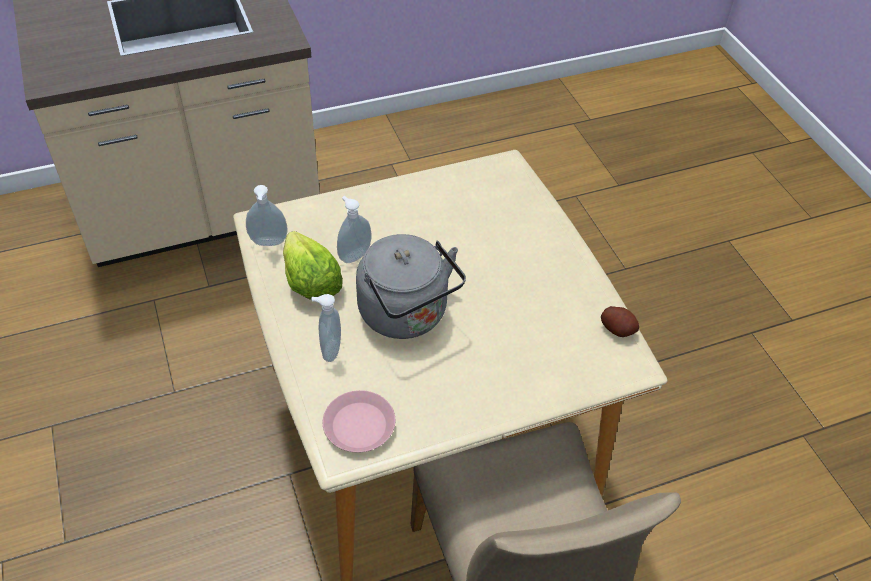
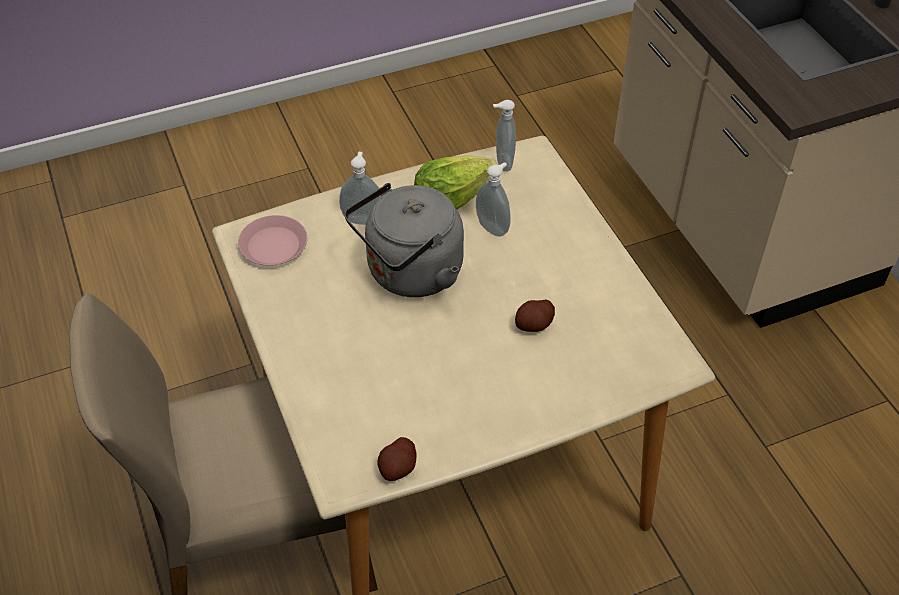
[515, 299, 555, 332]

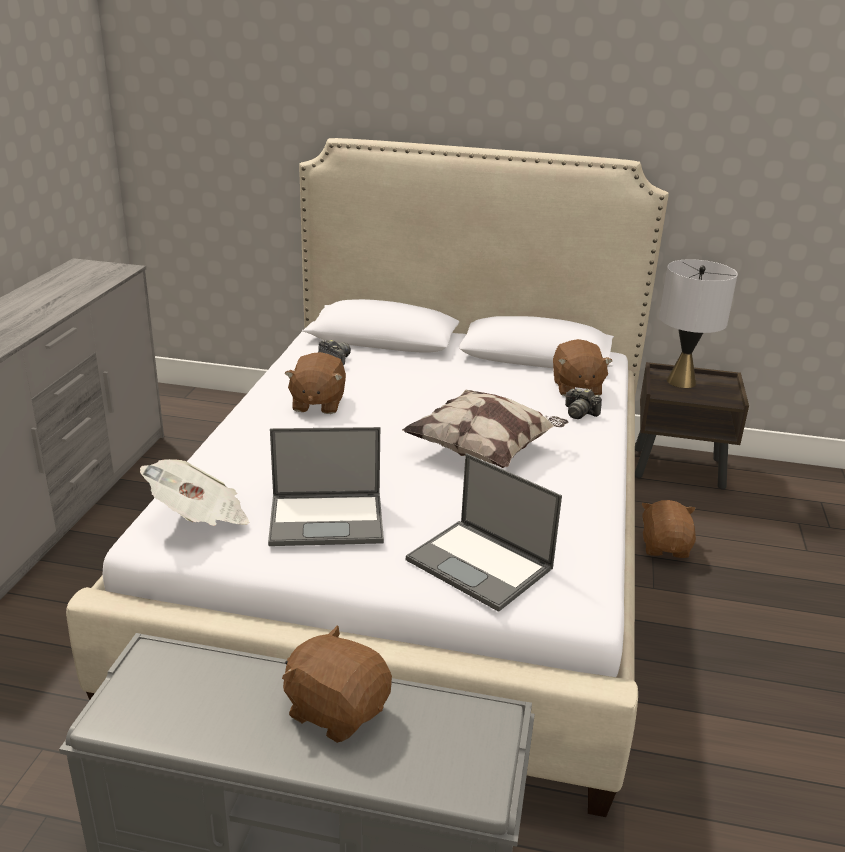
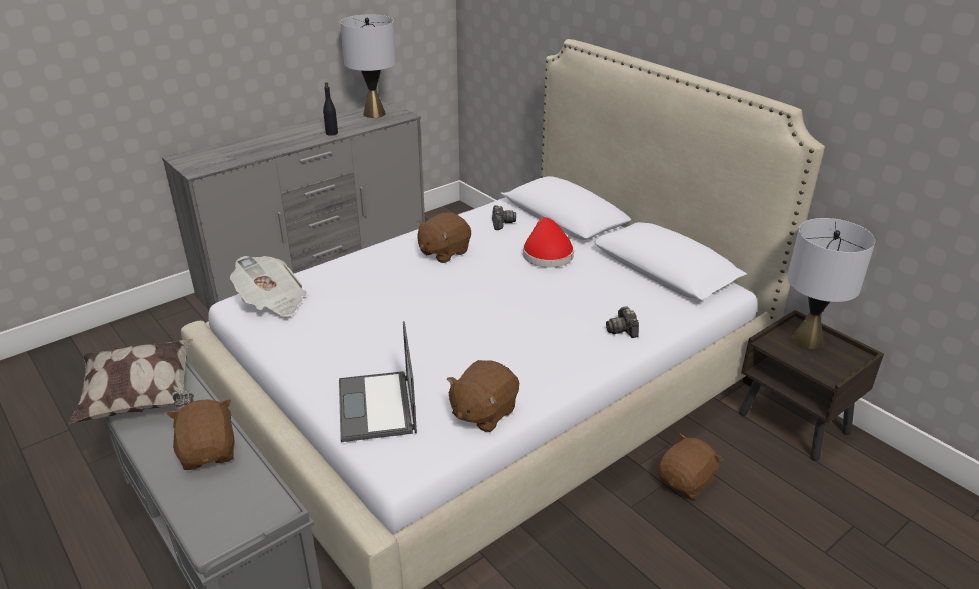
[268, 427, 384, 546] (first image)
[323, 82, 338, 136]
[340, 14, 396, 118]
[523, 217, 574, 268]
[69, 339, 194, 423]
[447, 360, 519, 432]

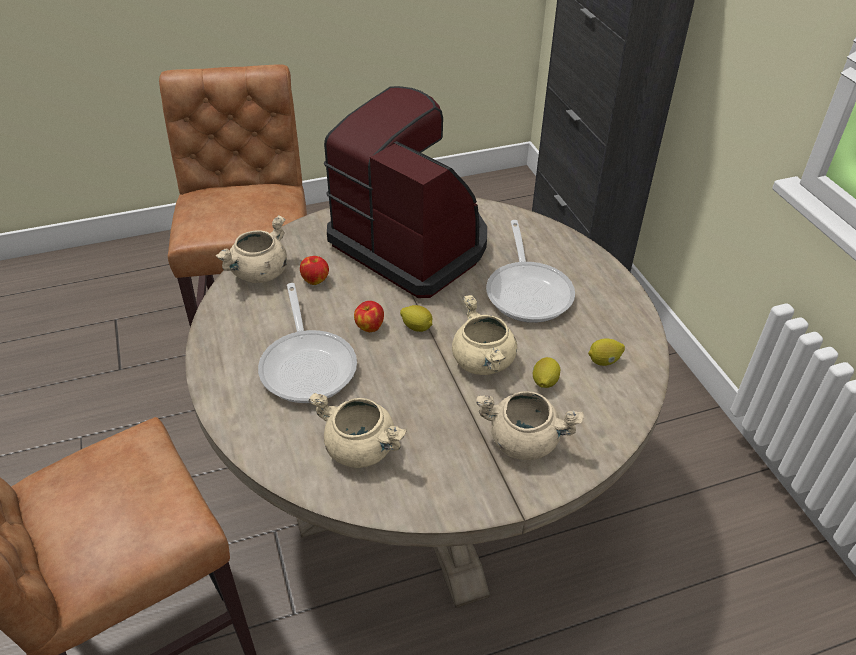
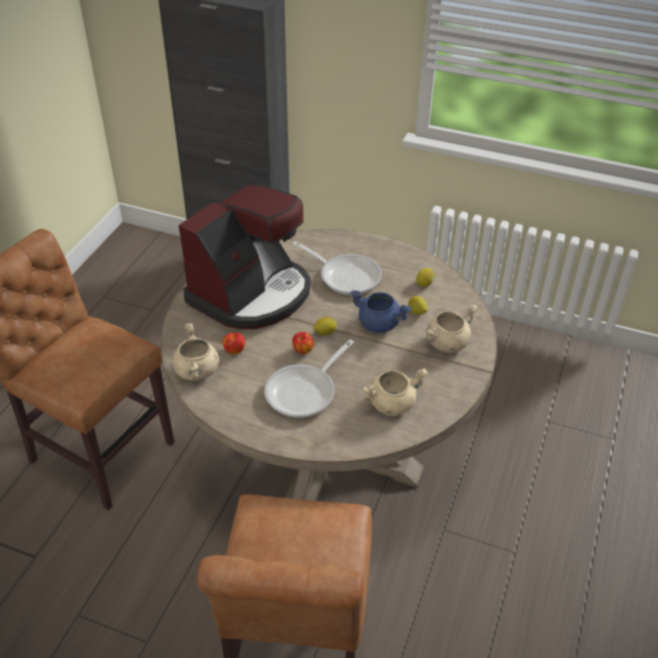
[350, 290, 411, 333]
[264, 339, 354, 418]
[179, 184, 310, 329]

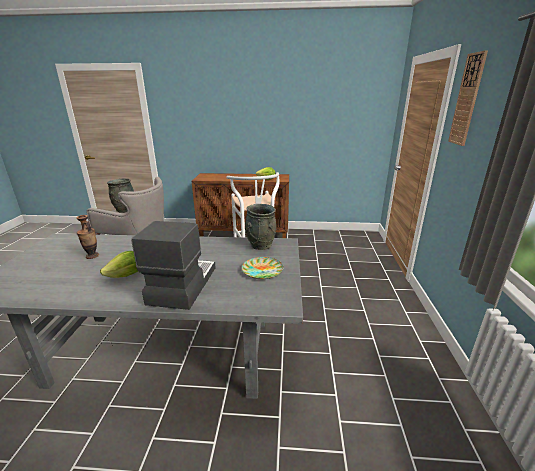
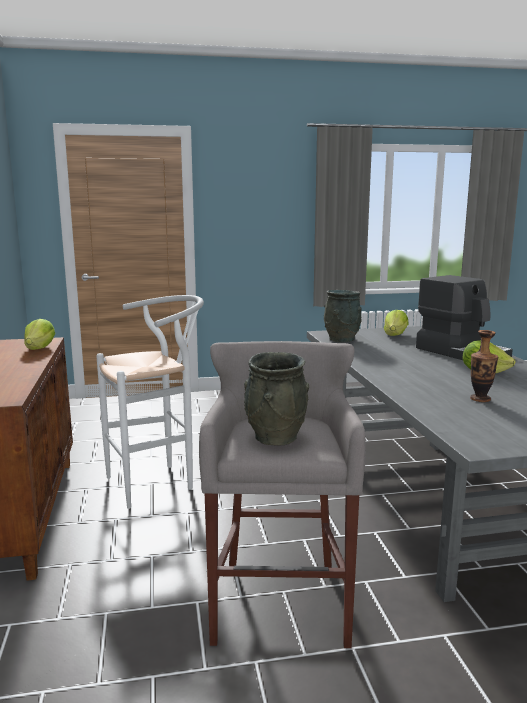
[448, 50, 488, 146] (first image)
[384, 310, 409, 336]
[416, 275, 513, 360]

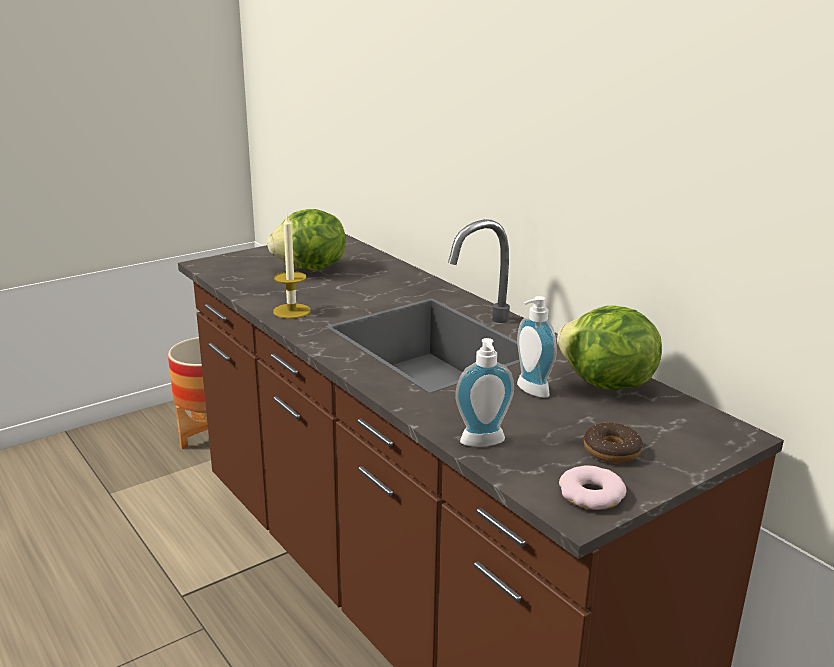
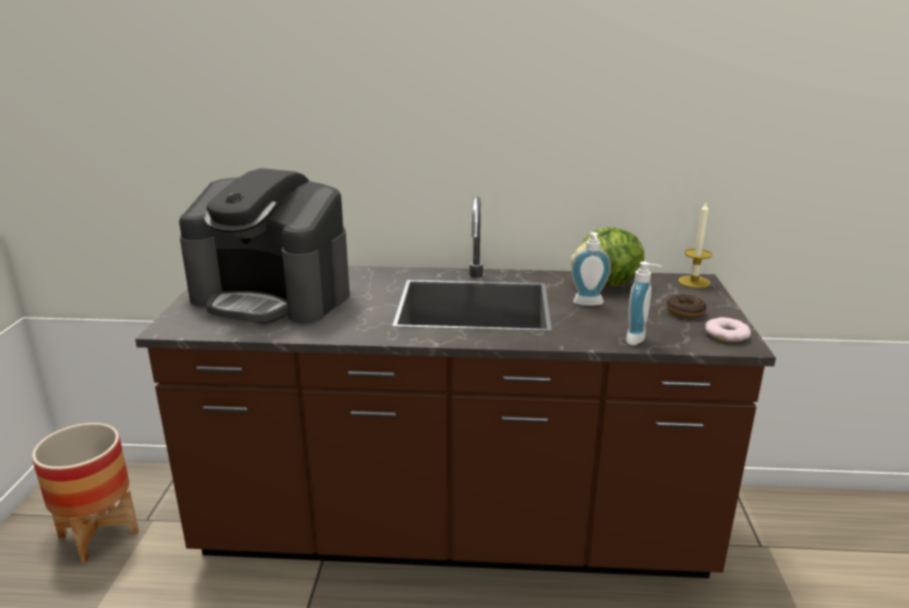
[678, 202, 713, 288]
[179, 168, 350, 324]

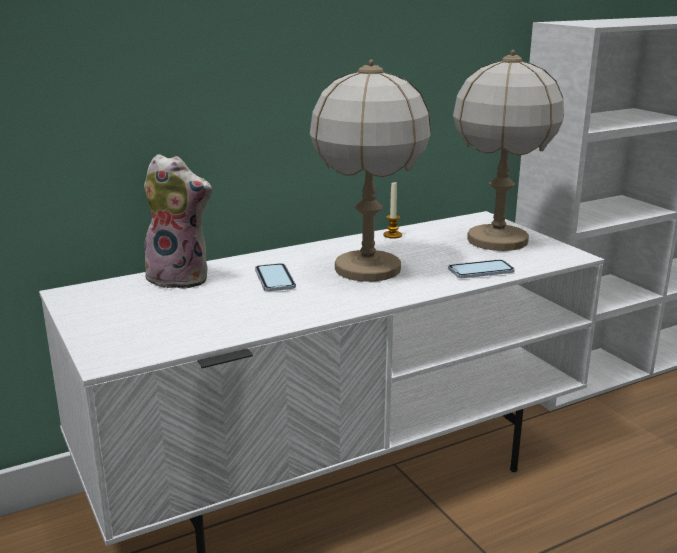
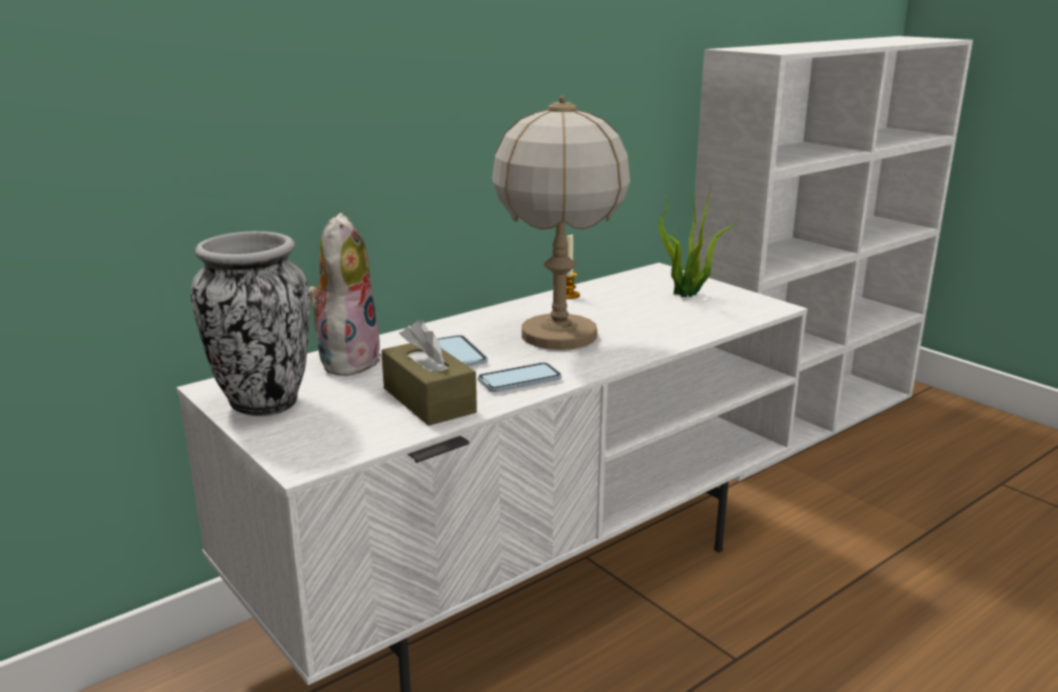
[191, 231, 309, 416]
[381, 320, 477, 426]
[478, 362, 562, 392]
[659, 182, 740, 297]
[309, 213, 381, 376]

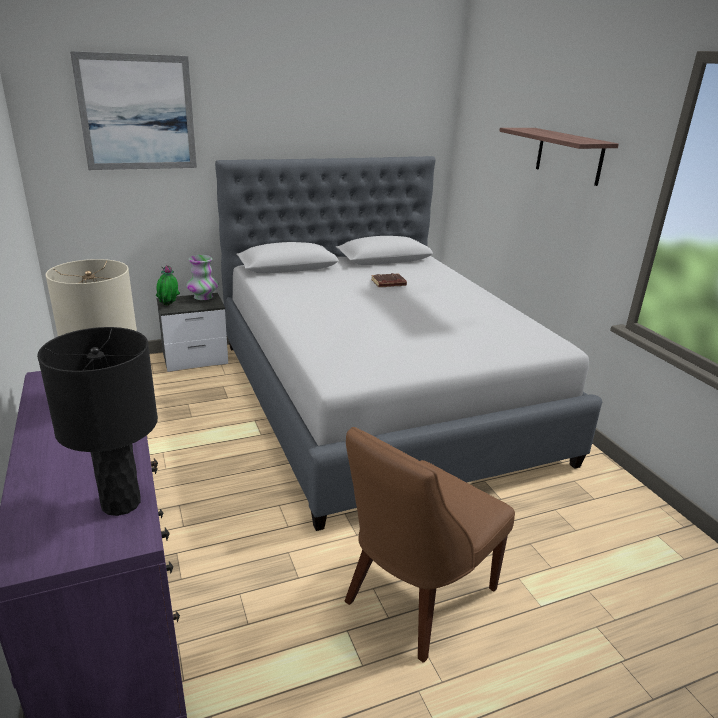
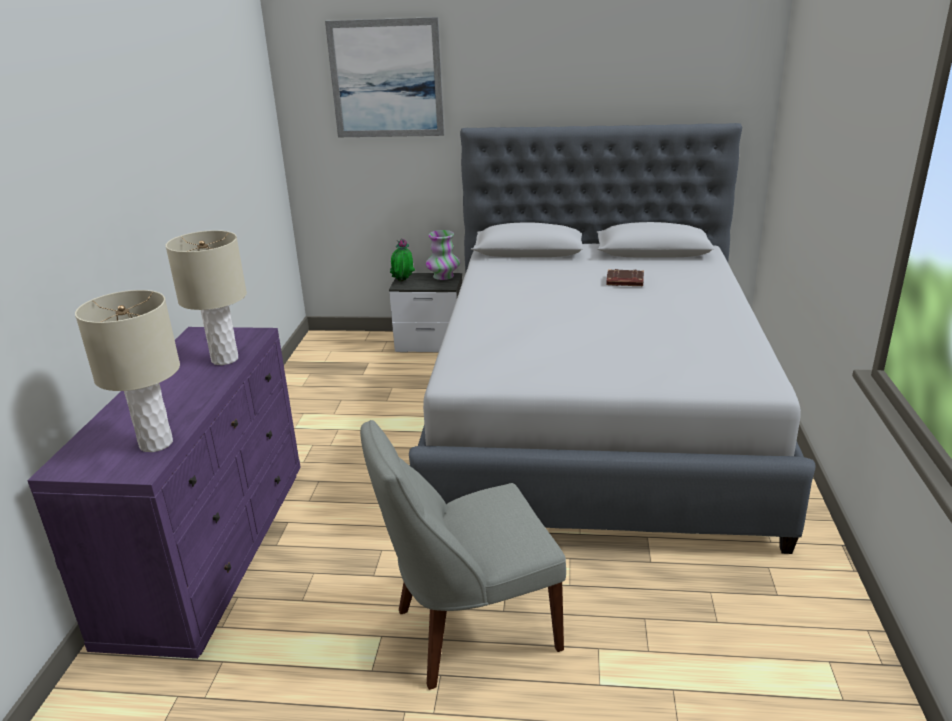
[499, 128, 619, 186] (first image)
[75, 290, 180, 452]
[360, 420, 566, 690]

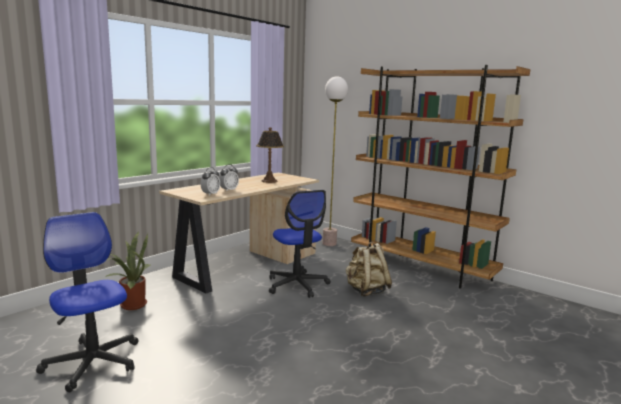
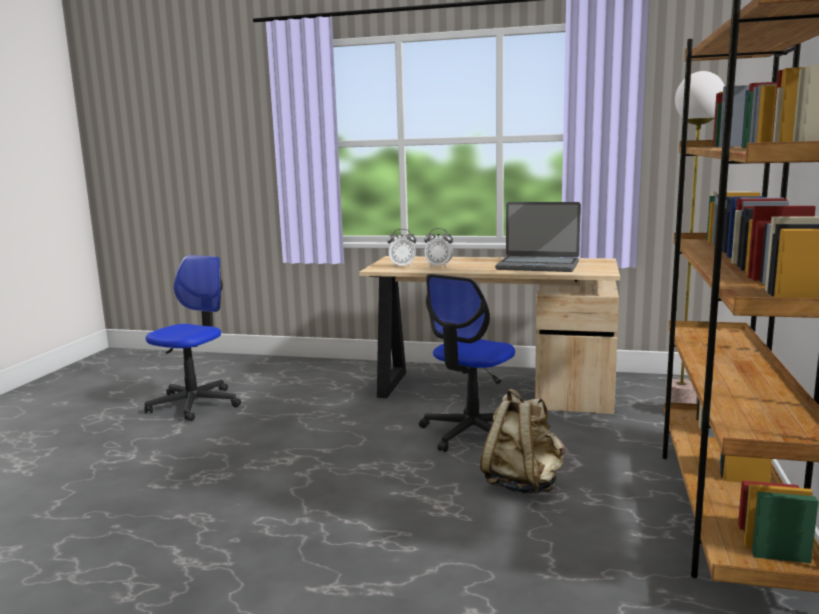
[105, 232, 150, 310] (first image)
[495, 202, 581, 272]

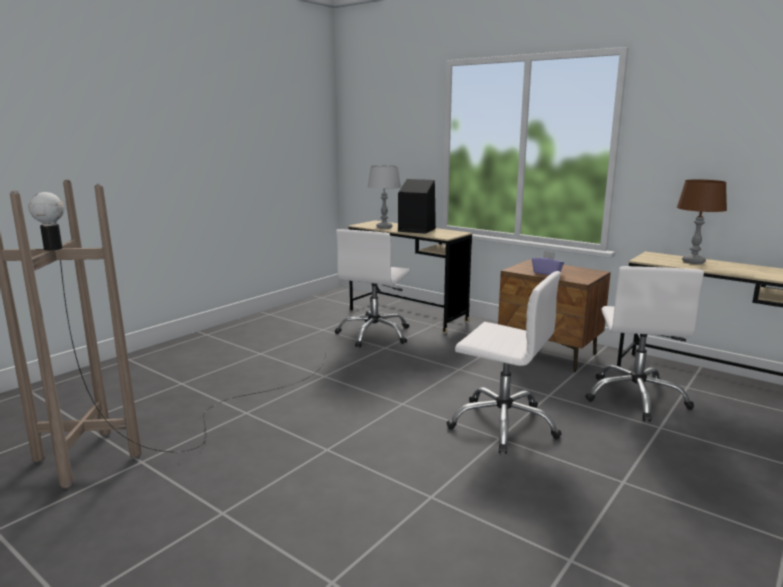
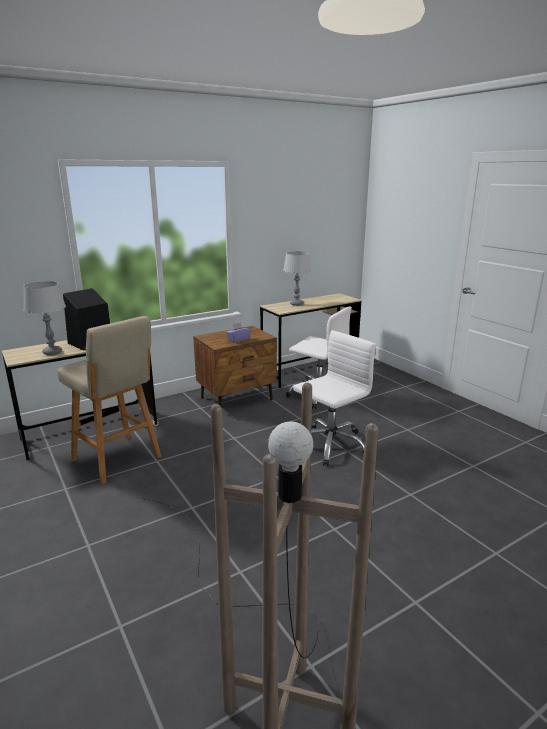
[57, 316, 161, 485]
[283, 252, 312, 306]

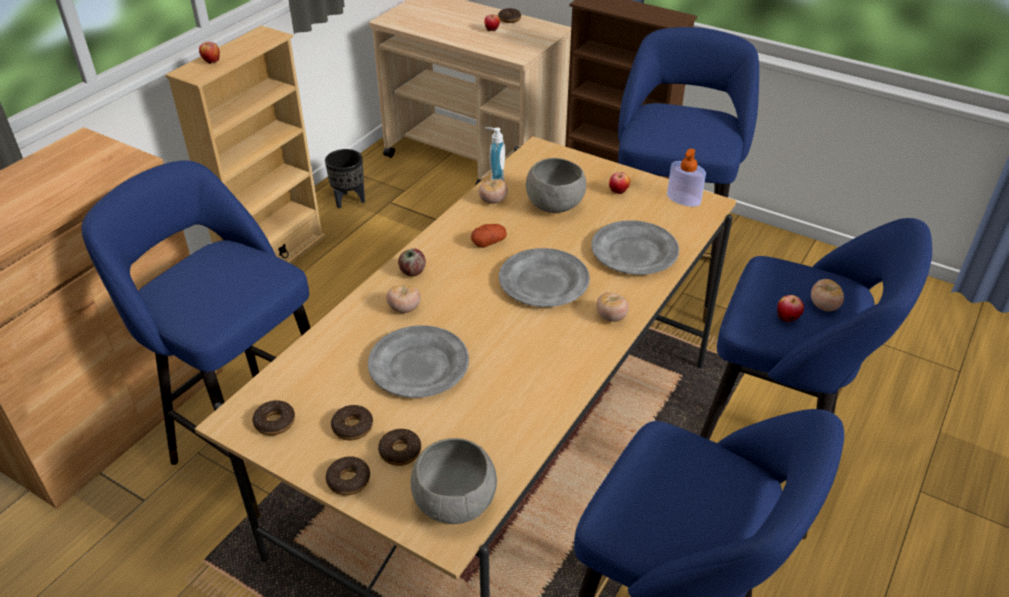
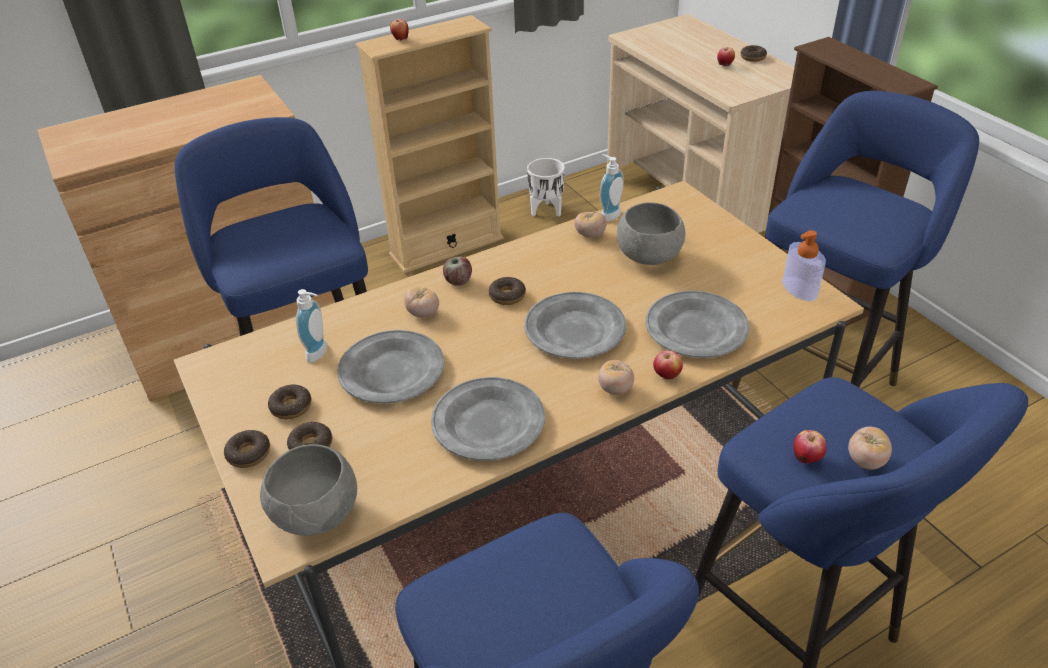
[471, 224, 507, 248] (first image)
[296, 289, 327, 363]
[431, 377, 545, 461]
[489, 277, 526, 305]
[653, 351, 683, 380]
[527, 158, 565, 217]

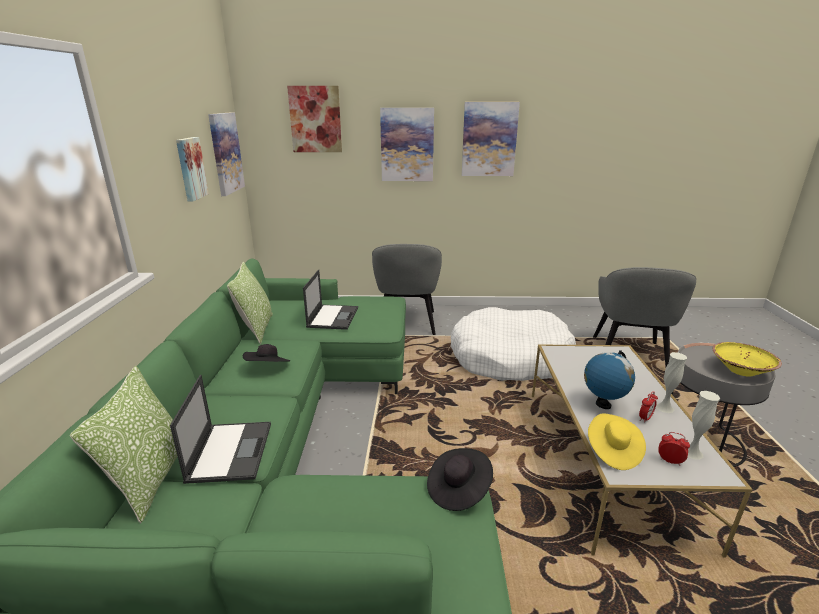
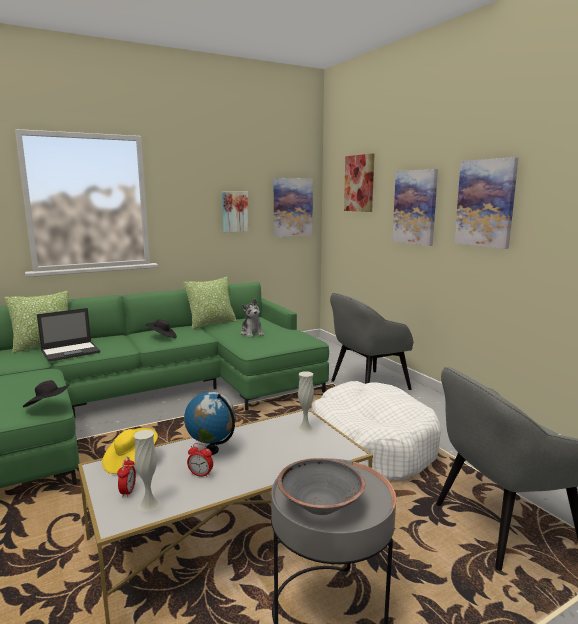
[297, 371, 314, 433]
[241, 299, 264, 338]
[278, 458, 366, 515]

